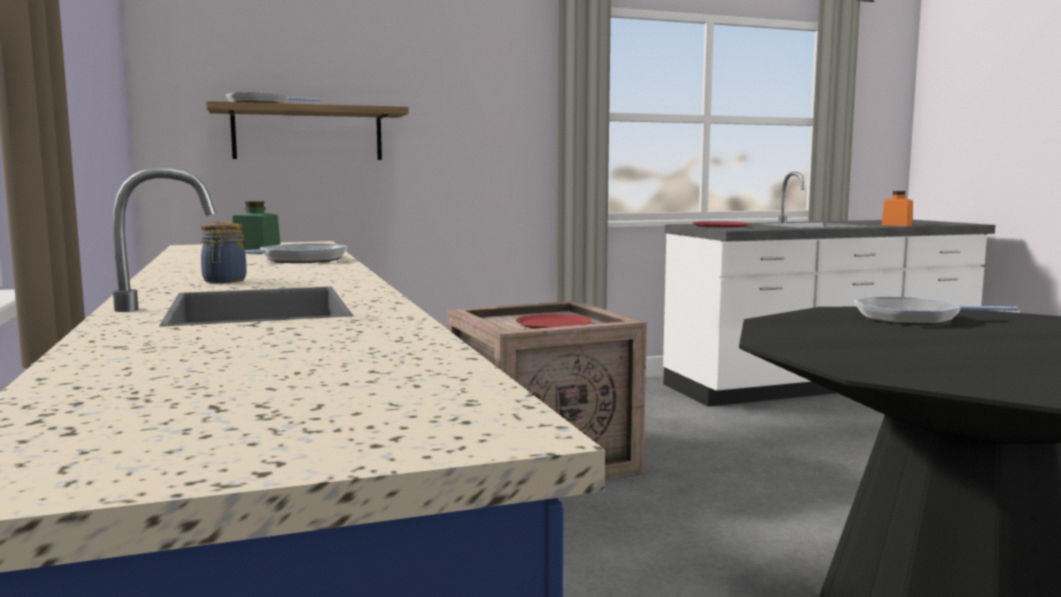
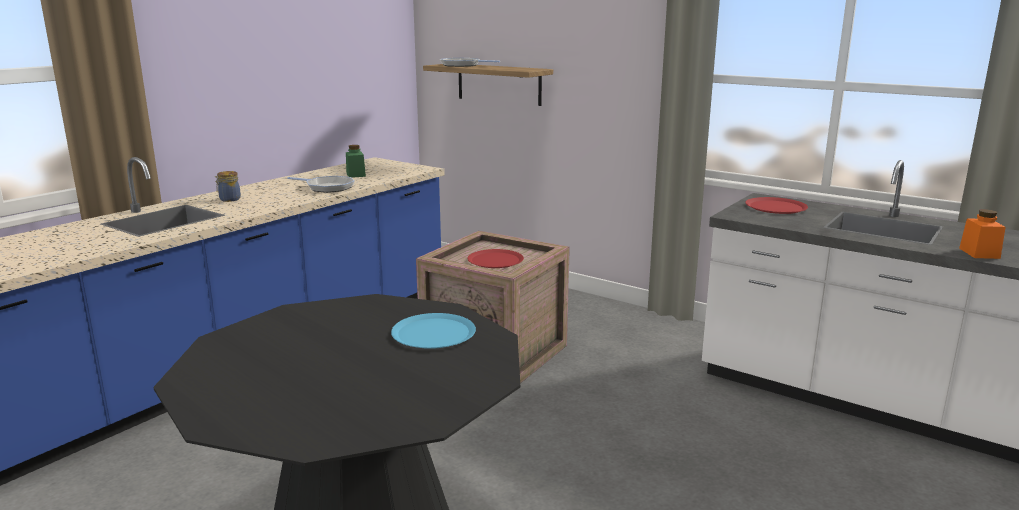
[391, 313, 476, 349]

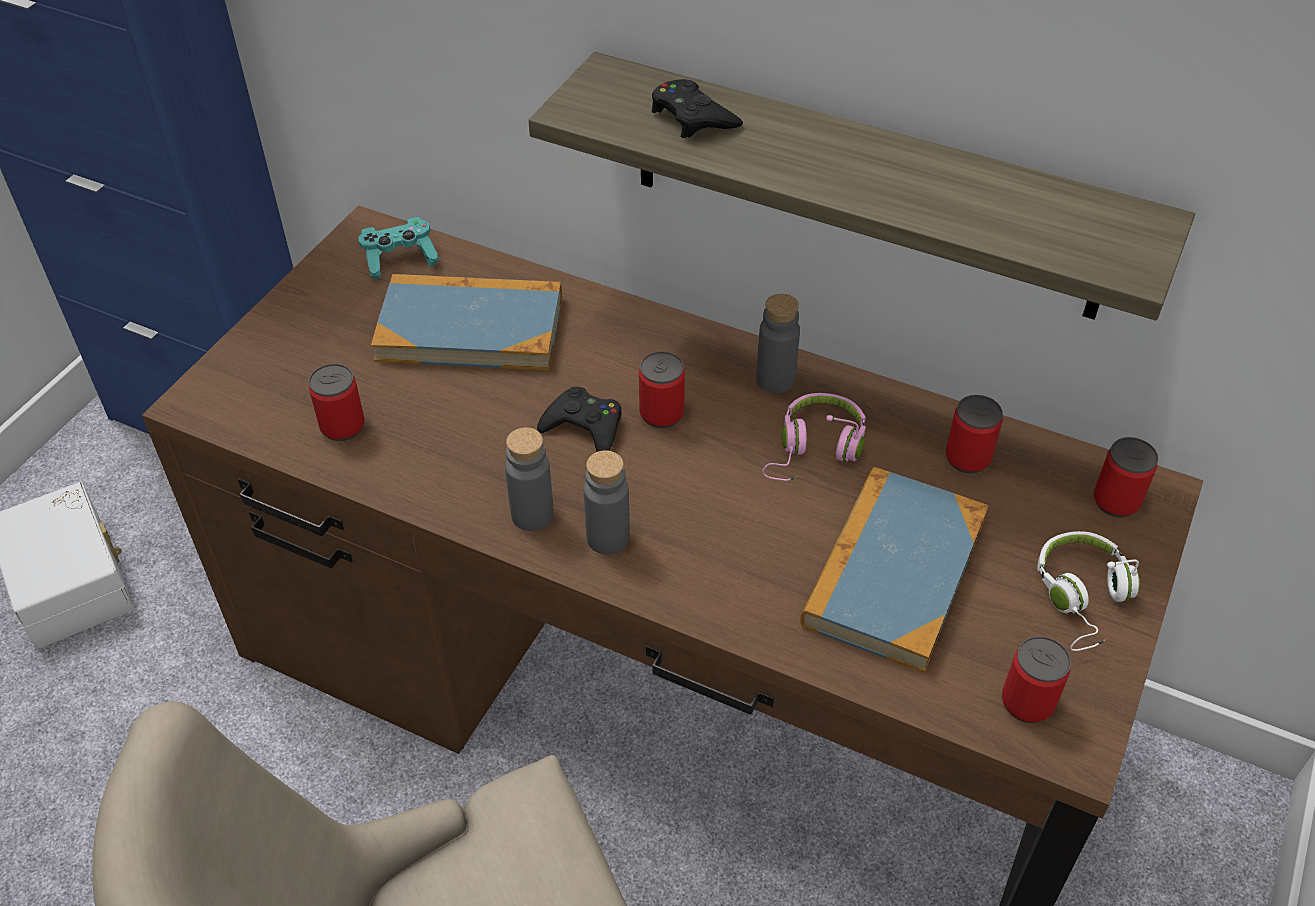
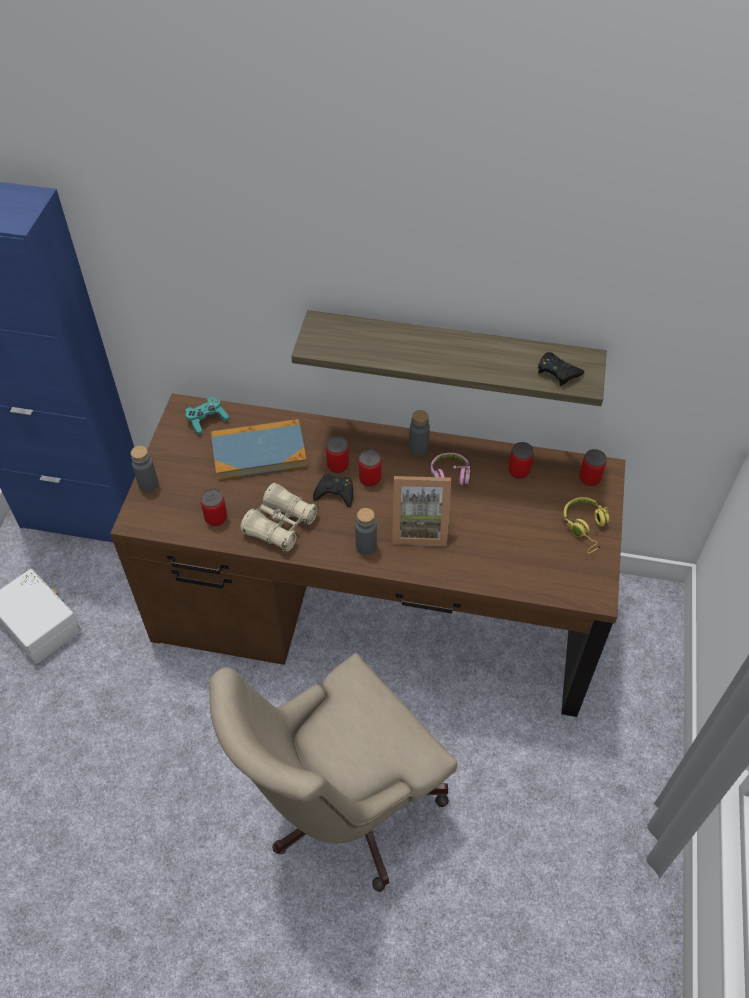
[800, 467, 989, 673] (first image)
[240, 483, 319, 552]
[392, 476, 451, 546]
[131, 446, 159, 492]
[538, 352, 584, 386]
[326, 436, 349, 473]
[563, 497, 610, 554]

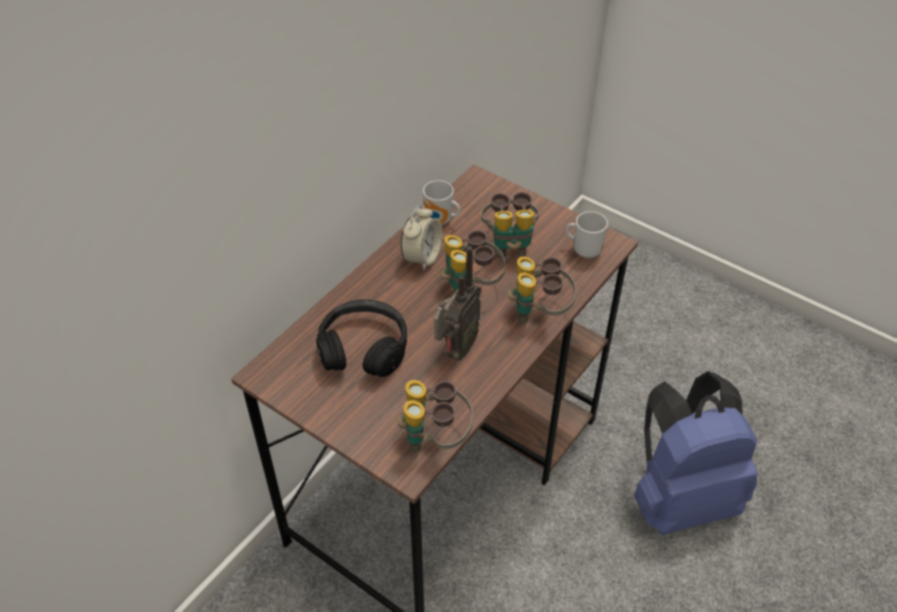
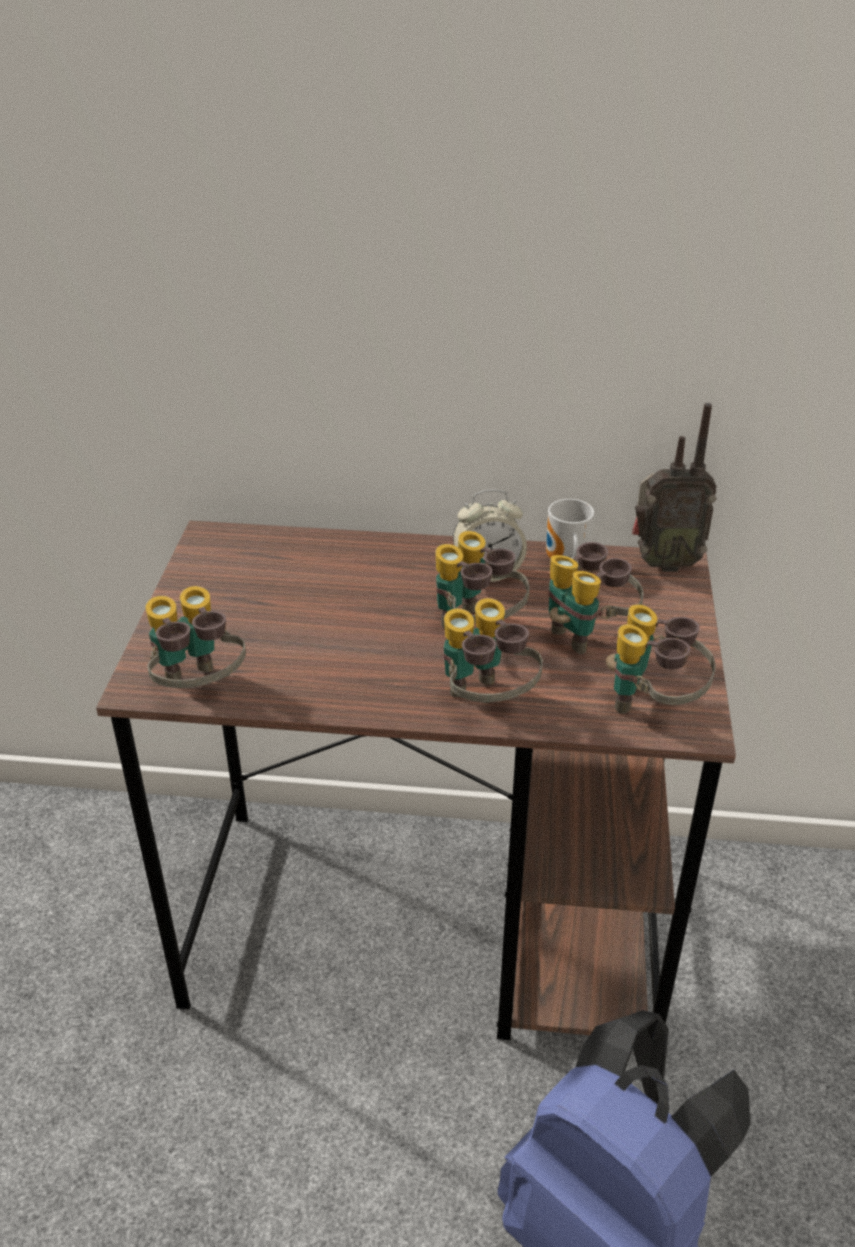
[316, 299, 407, 377] (first image)
[632, 403, 717, 572]
[606, 604, 716, 714]

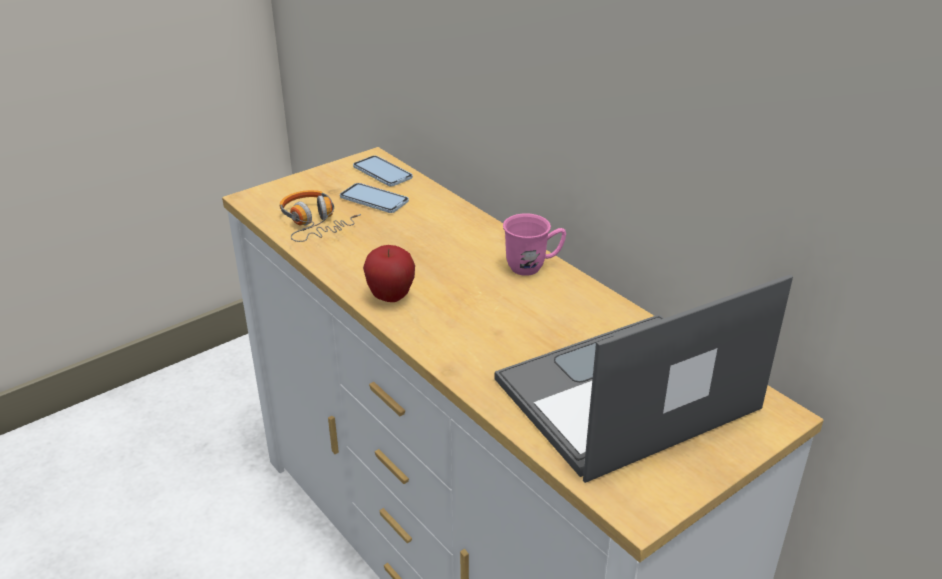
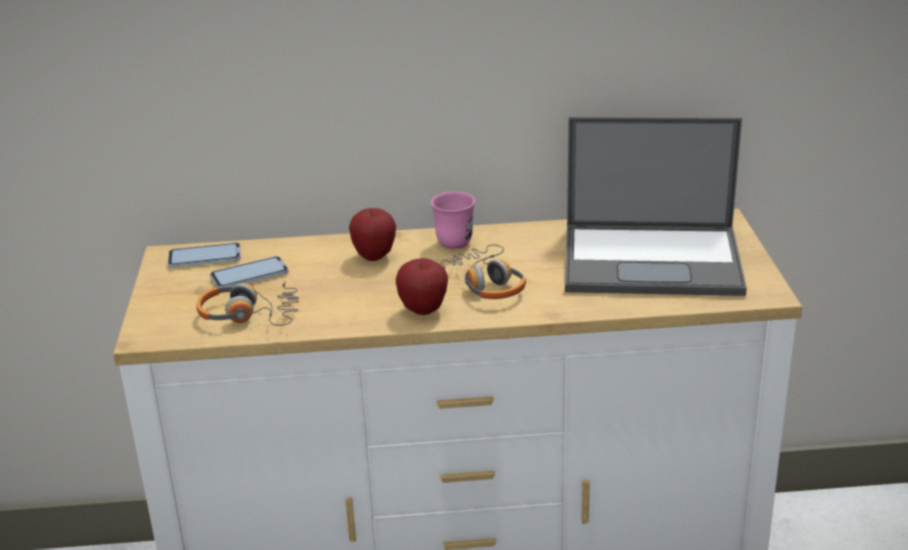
[349, 208, 396, 261]
[441, 245, 526, 299]
[565, 117, 747, 296]

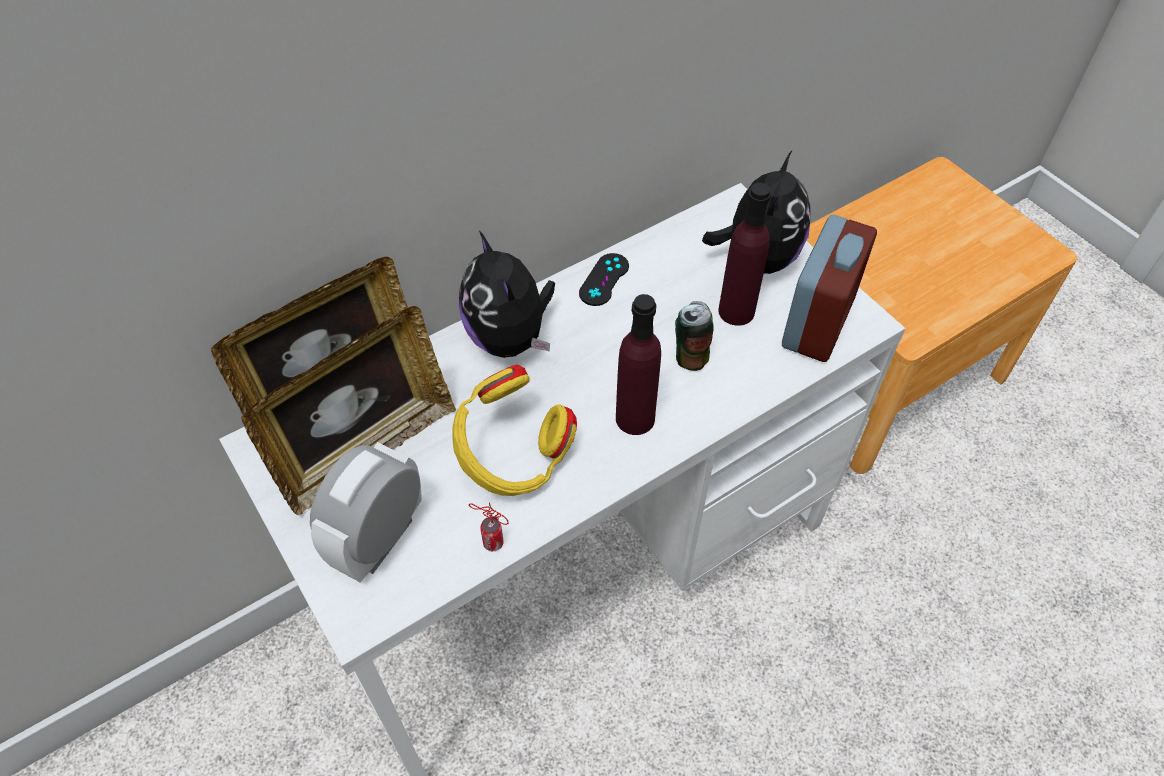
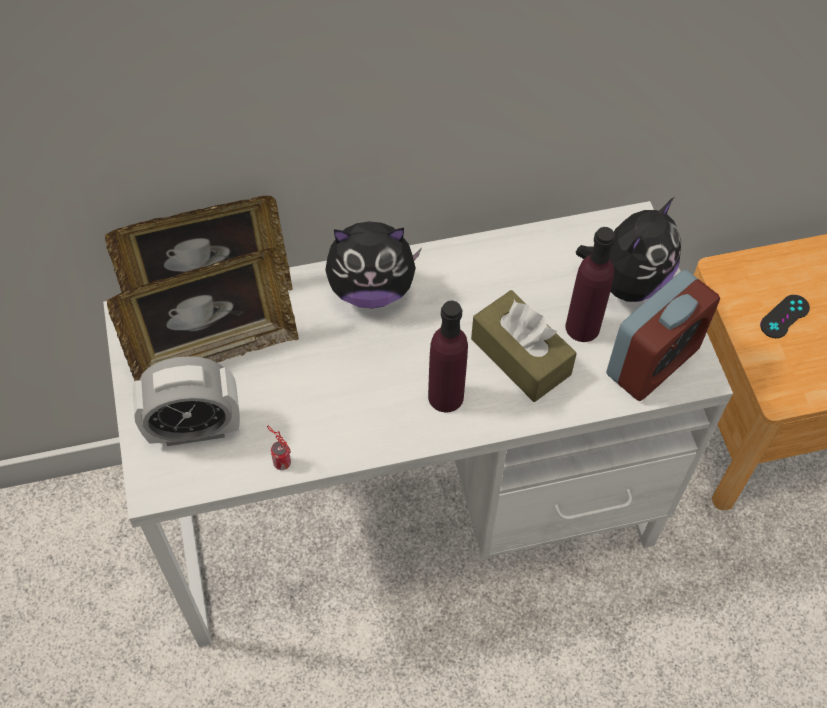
[452, 365, 577, 496] (first image)
[760, 295, 810, 338]
[471, 290, 577, 402]
[133, 356, 240, 446]
[325, 221, 422, 309]

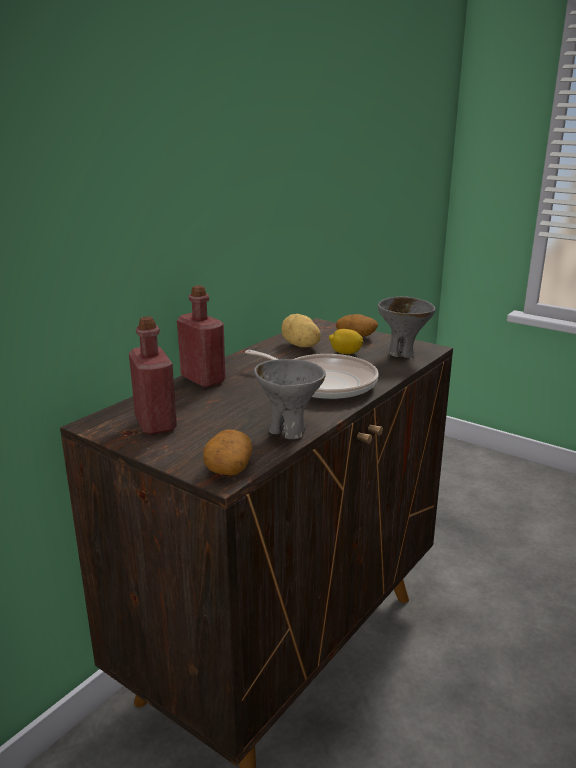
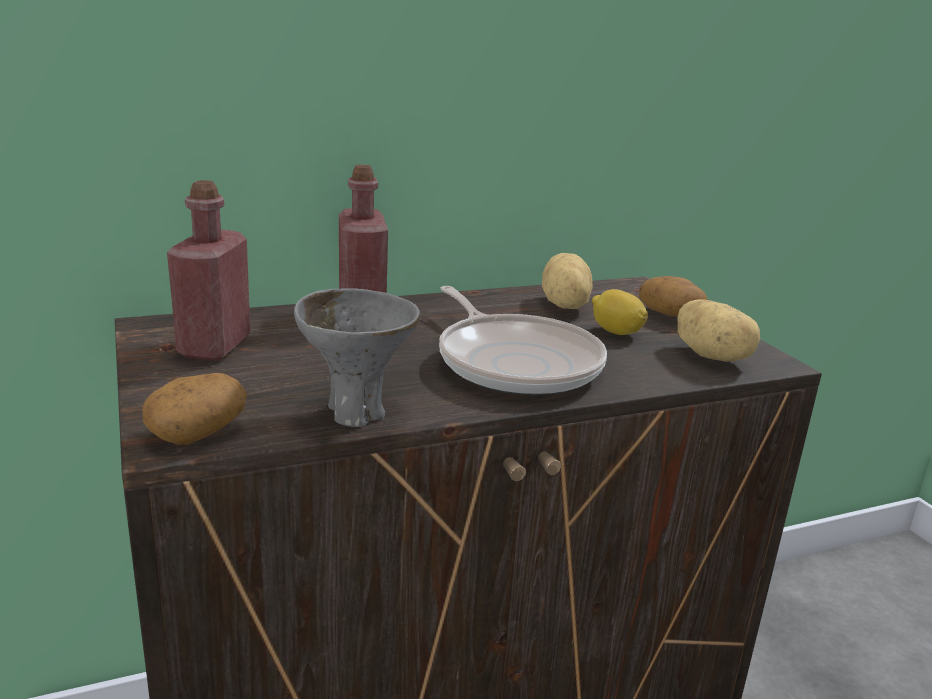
[677, 299, 760, 362]

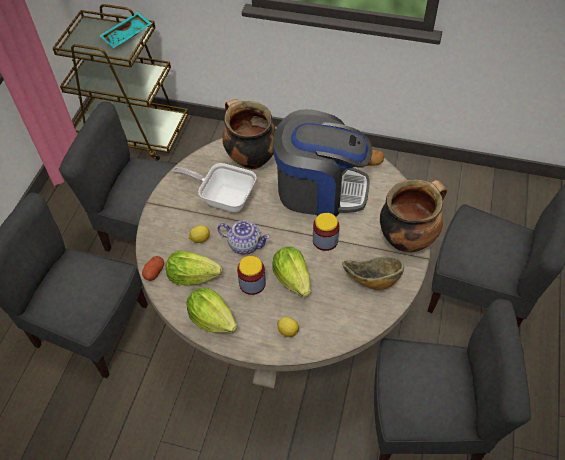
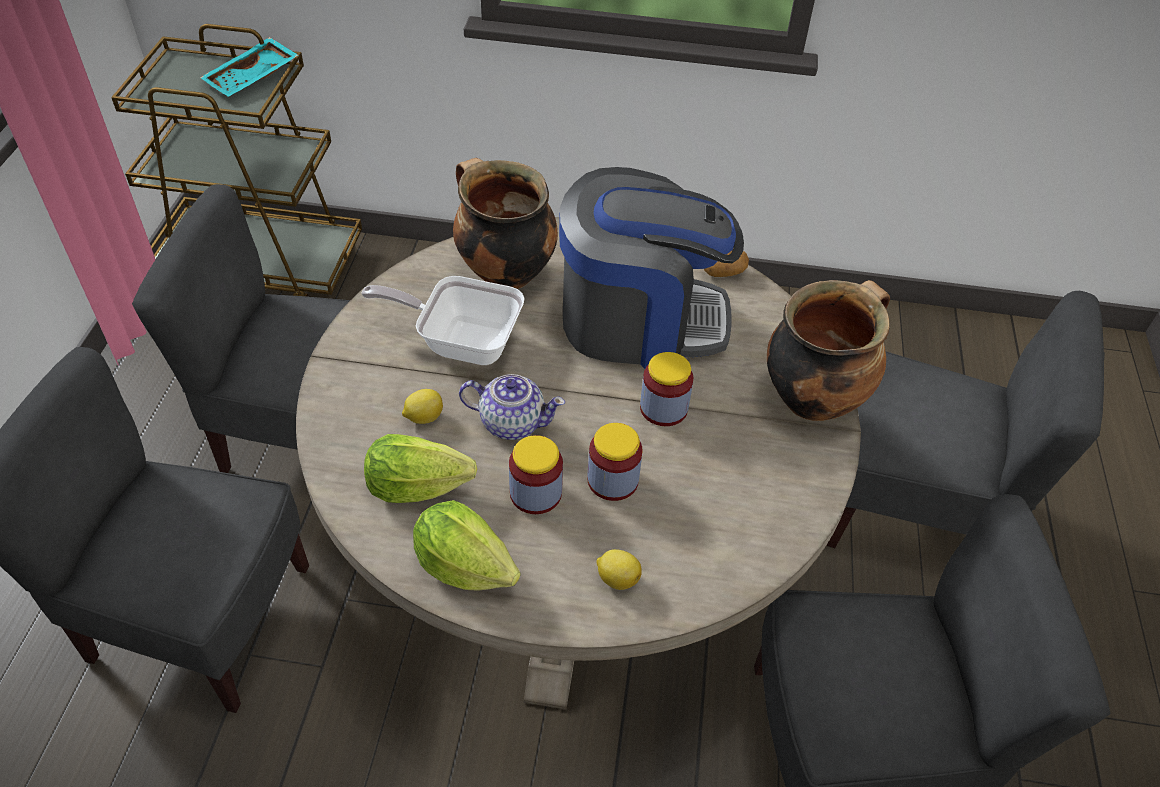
[142, 256, 164, 281] (first image)
[342, 257, 404, 290] (first image)
[587, 423, 643, 501]

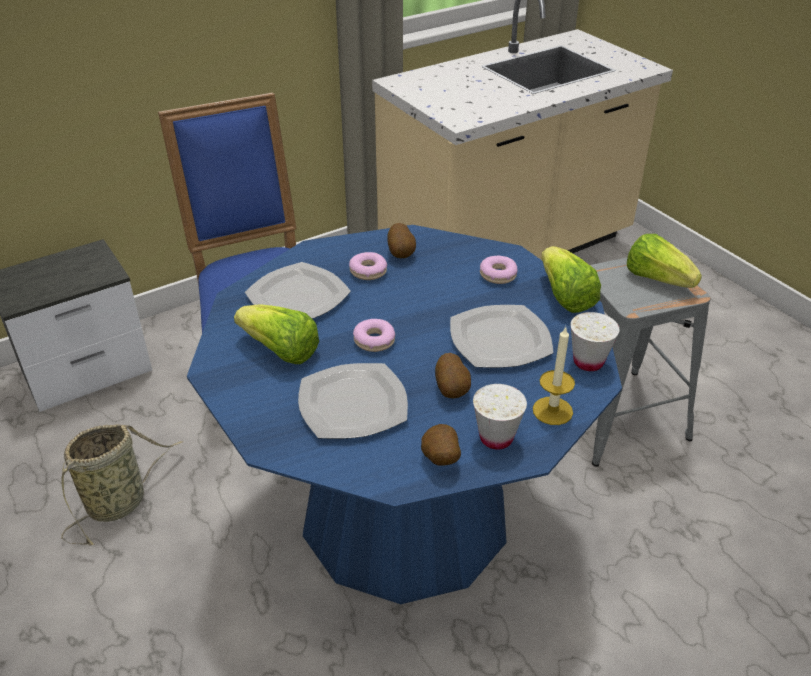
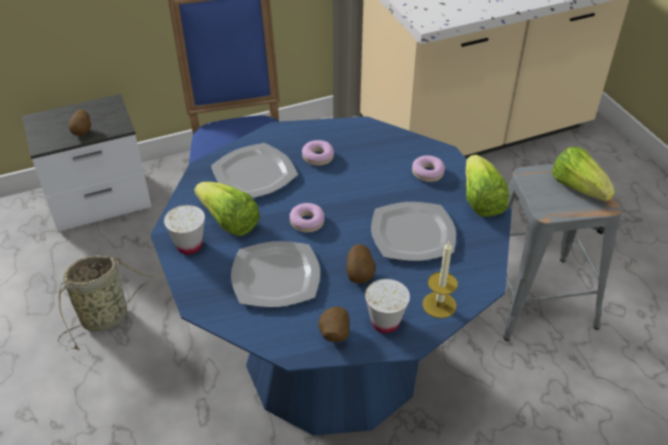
[69, 109, 91, 136]
[164, 205, 205, 255]

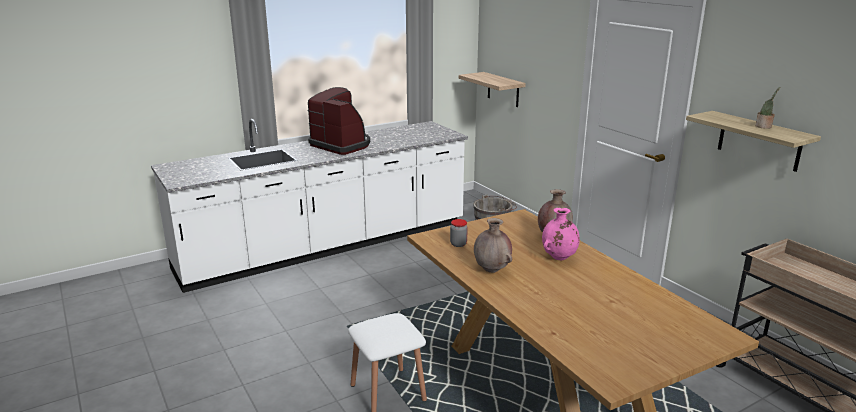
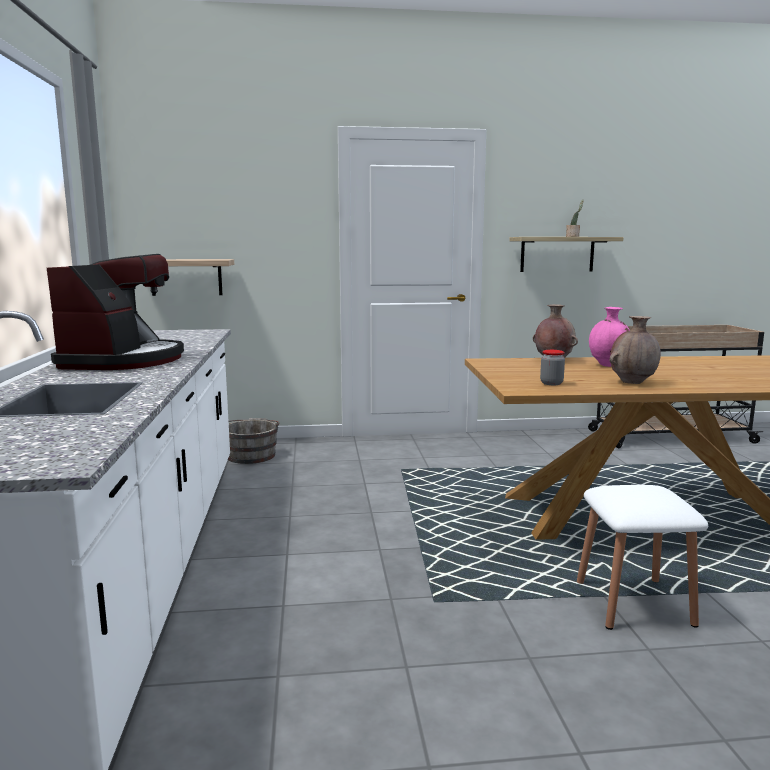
[47, 254, 184, 370]

